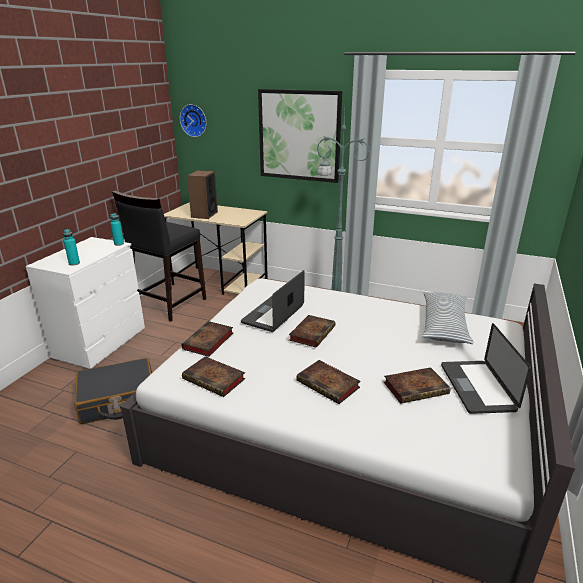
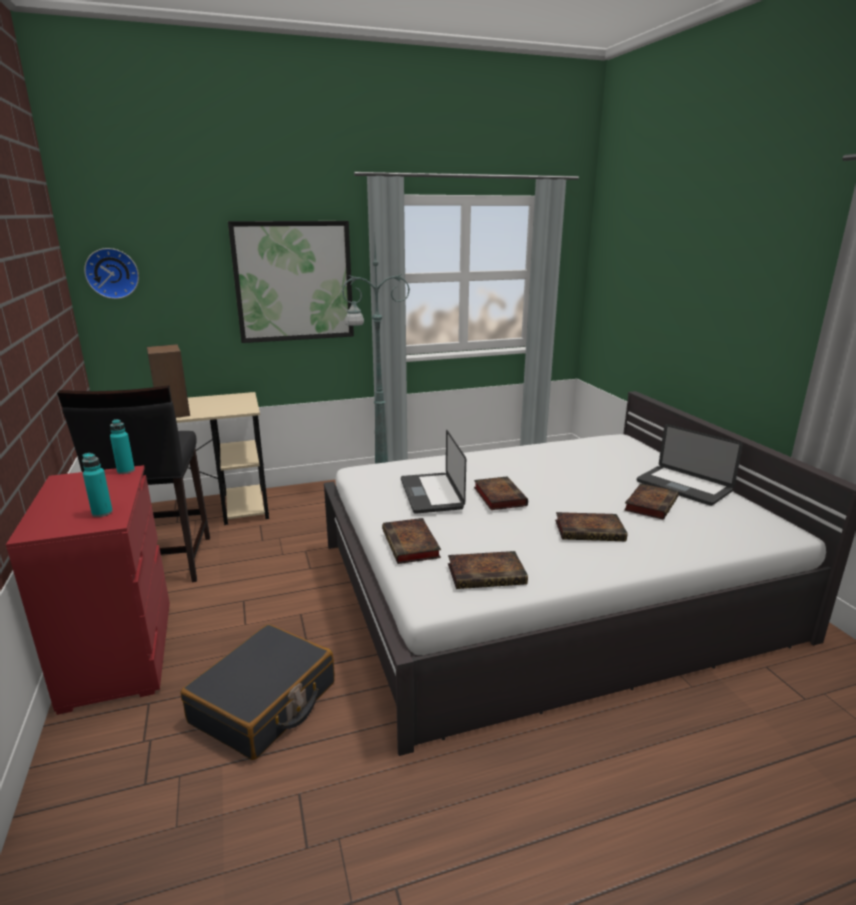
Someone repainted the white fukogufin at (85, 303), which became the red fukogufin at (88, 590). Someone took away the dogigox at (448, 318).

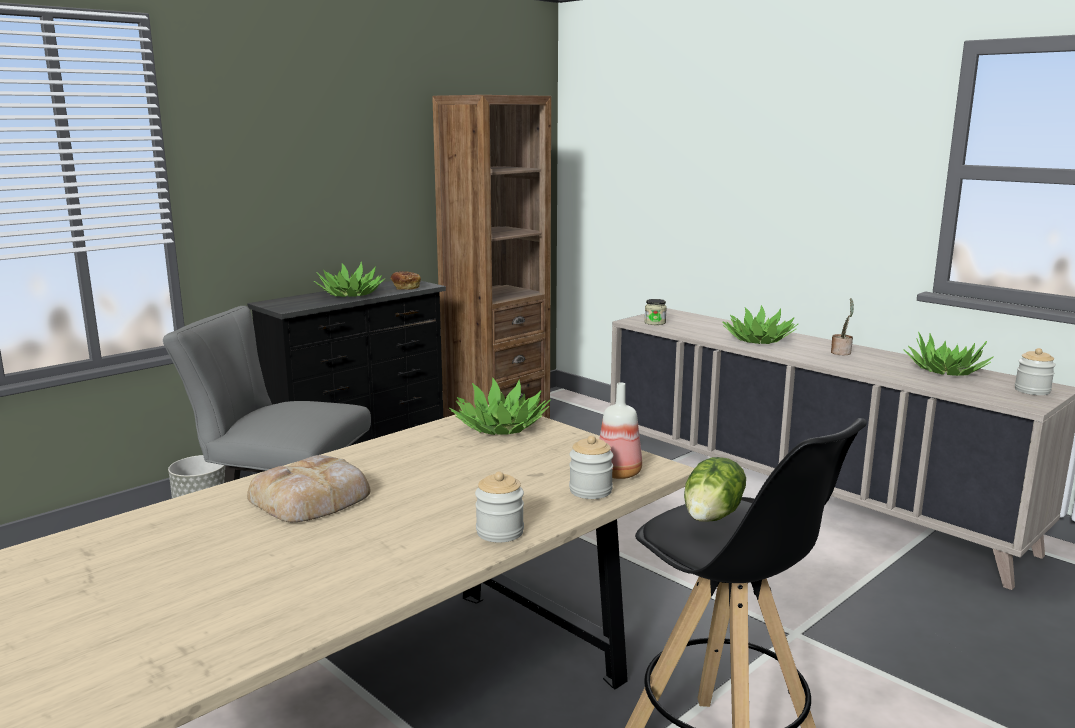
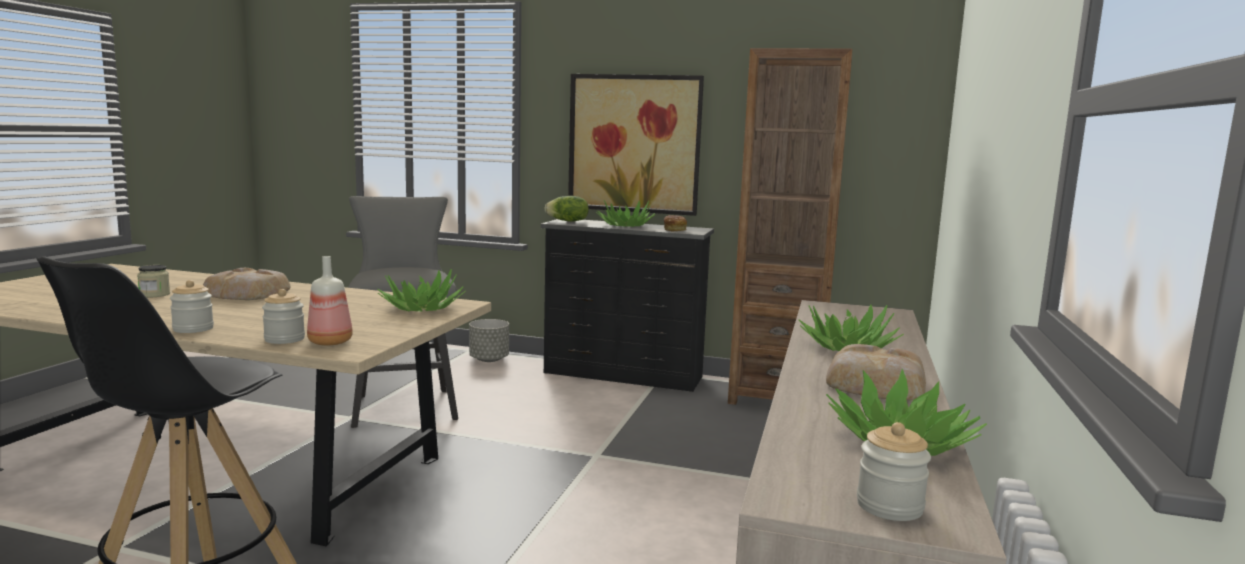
Someone carried the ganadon from (655, 312) to (153, 281). Someone carried the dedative from (715, 489) to (566, 209). Someone swapped the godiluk at (842, 326) for the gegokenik at (876, 372). Someone put up the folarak at (636, 145).

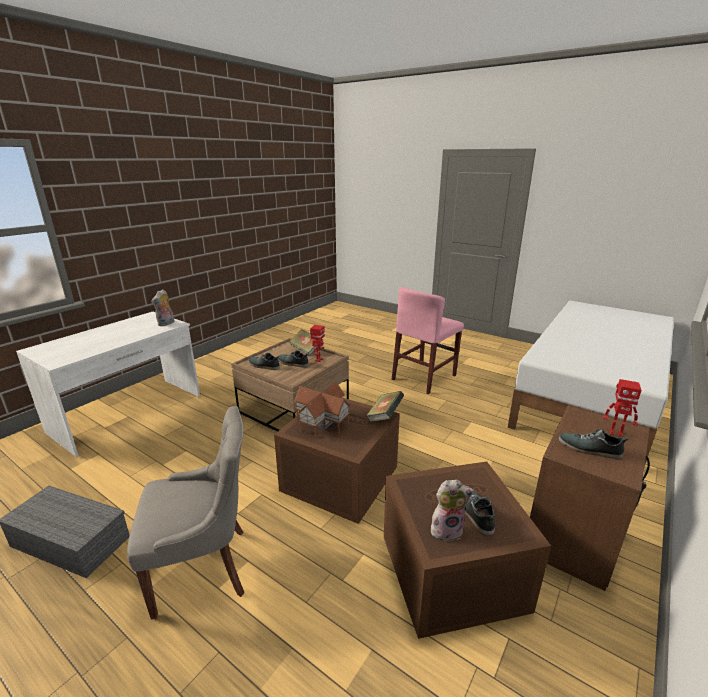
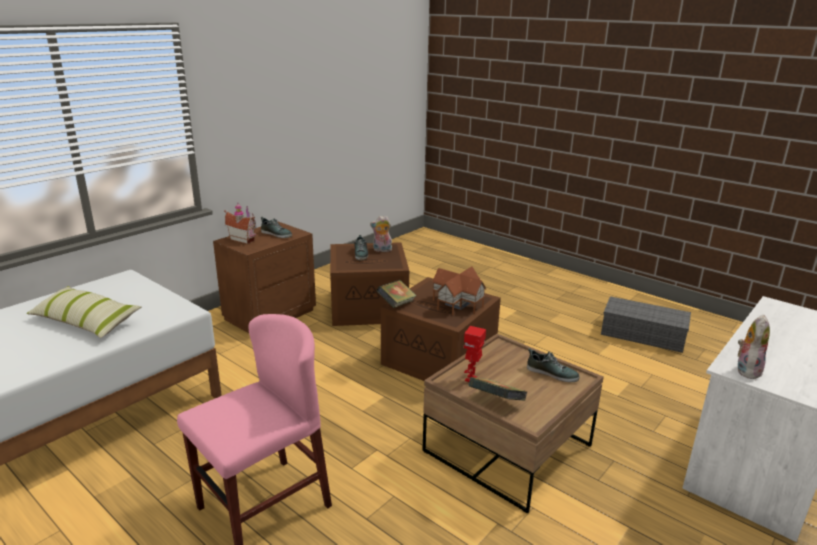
Someone took away the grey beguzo at (185, 513). Someone took away the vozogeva at (293, 359). Someone swapped the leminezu at (622, 408) for the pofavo at (240, 223). Someone put down the dogigox at (84, 312).

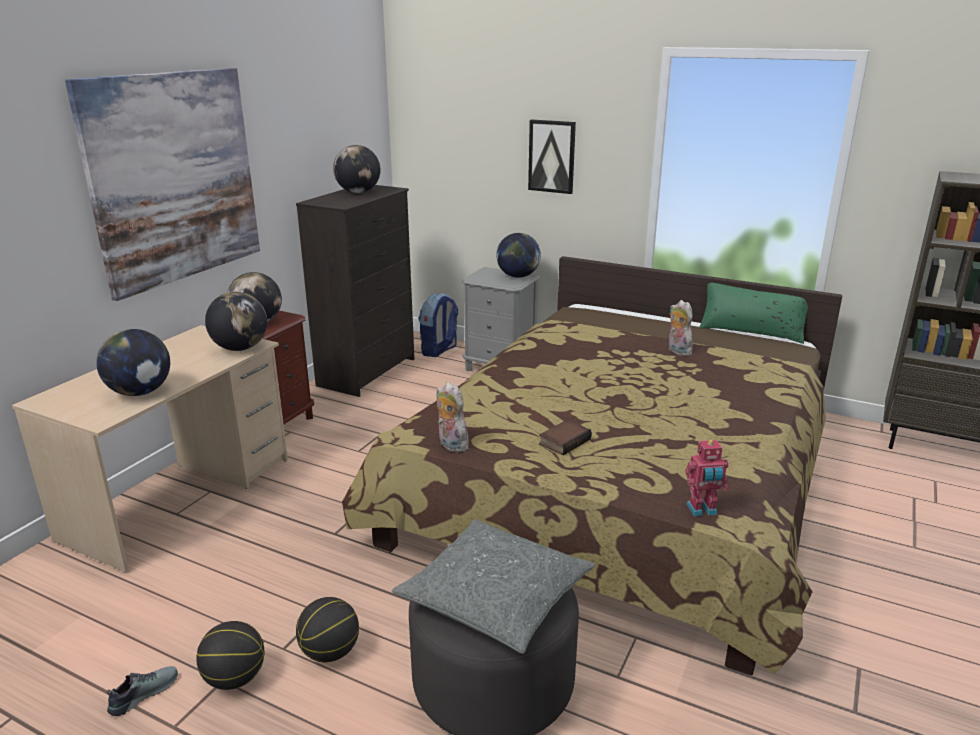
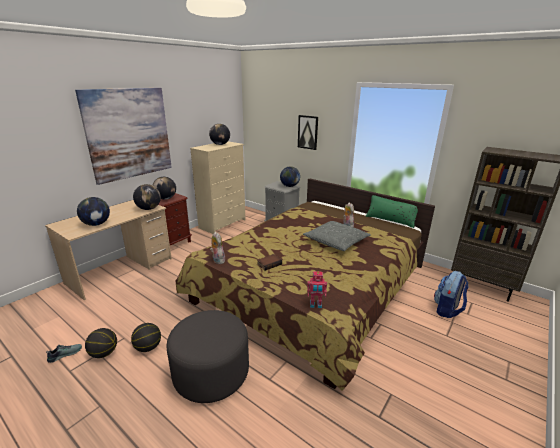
Someone repainted the black fukogufin at (355, 291), which became the beige fukogufin at (218, 187). Someone carried the grey dogigox from (493, 586) to (337, 236). Someone carried the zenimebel from (439, 325) to (451, 294).

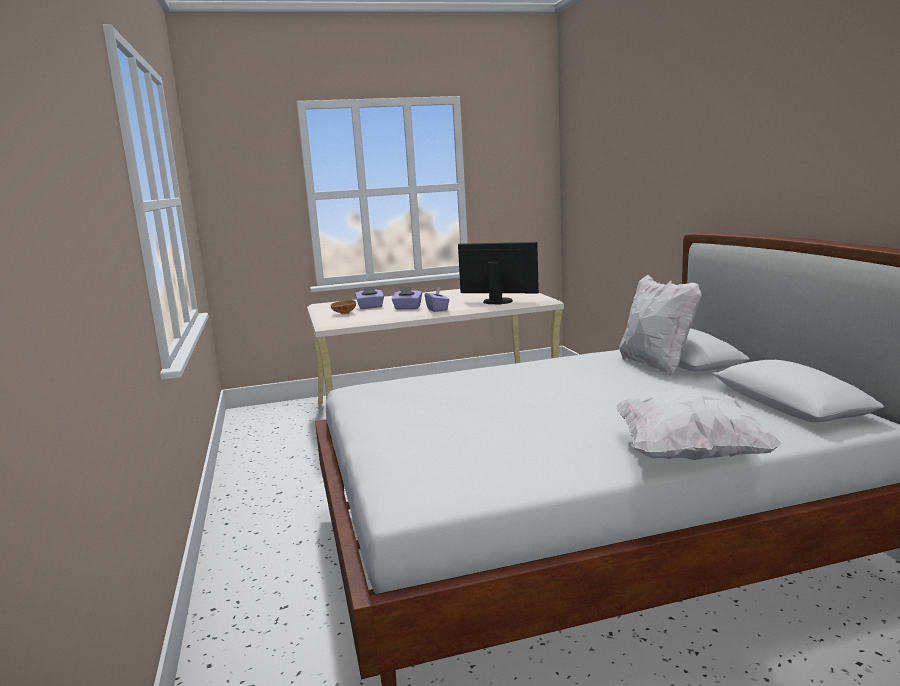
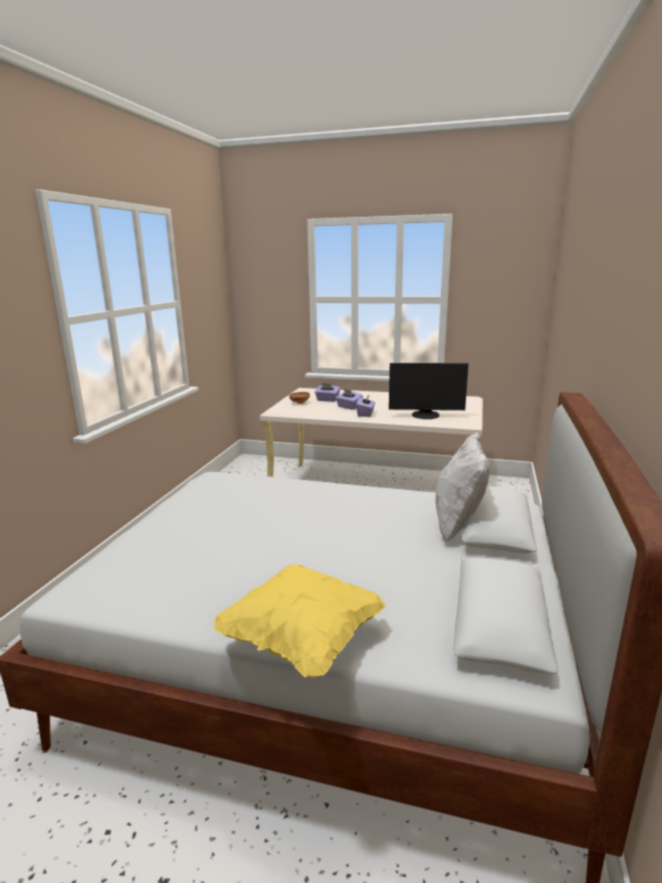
Someone rotated the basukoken at (498, 273) by 135 degrees clockwise. Someone repainted the white dogigox at (699, 424), which became the yellow dogigox at (299, 621).

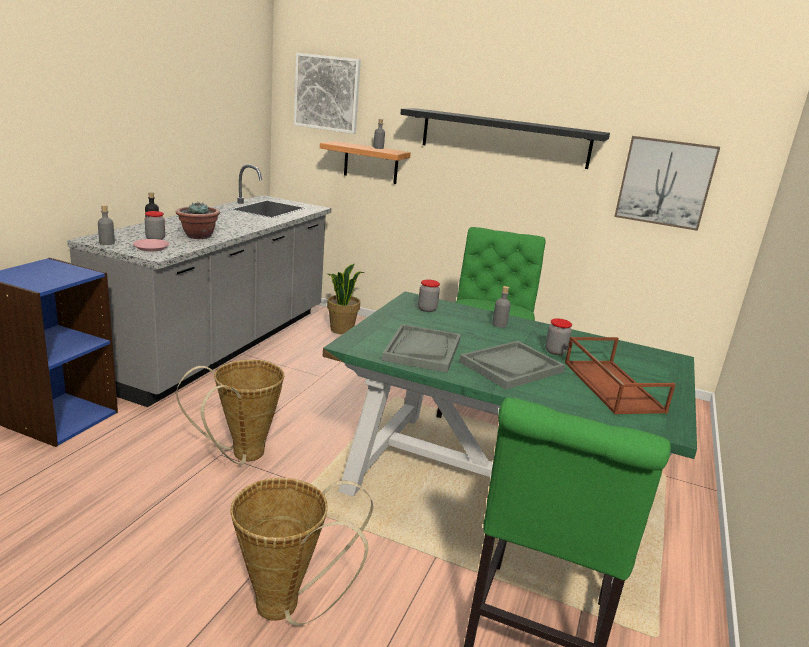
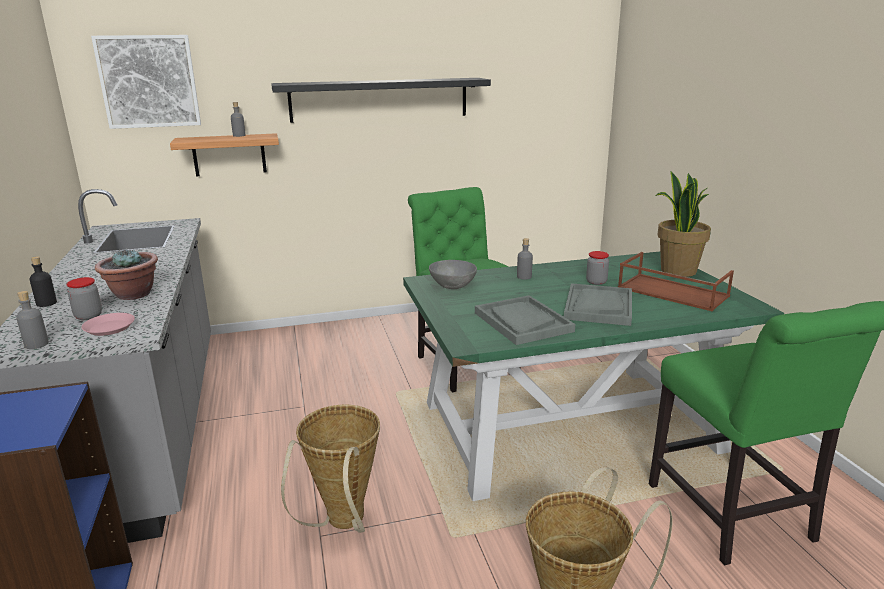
Someone carried the godiluk from (346, 299) to (683, 224). Someone swapped the ganadon at (429, 296) for the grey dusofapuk at (453, 274). Someone took away the folarak at (667, 183).

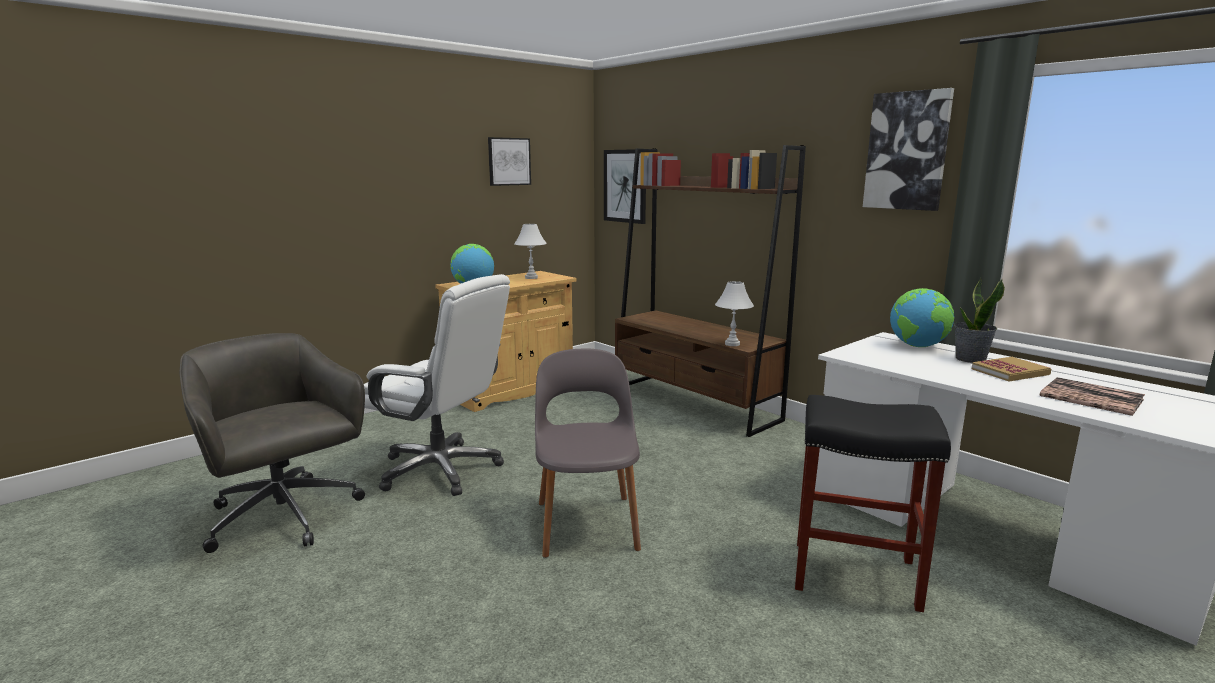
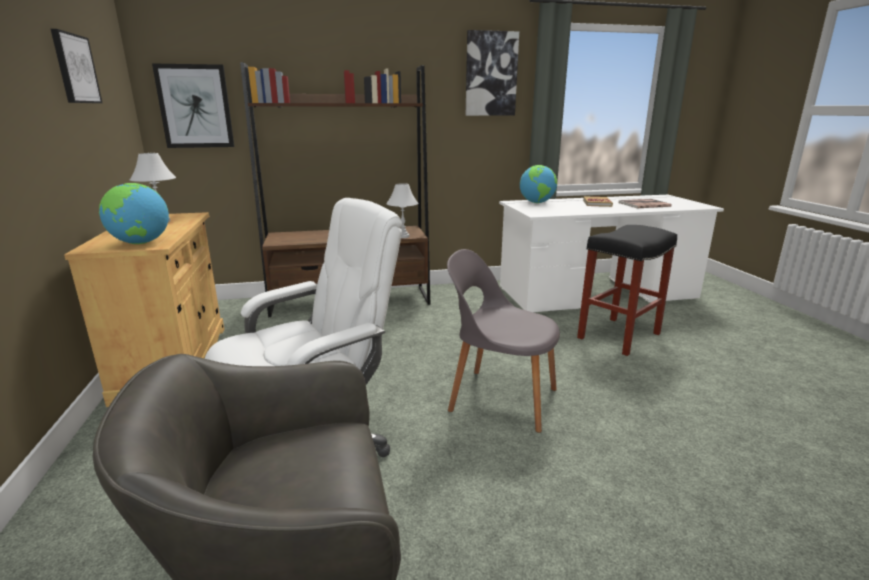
Someone took away the godiluk at (979, 320).

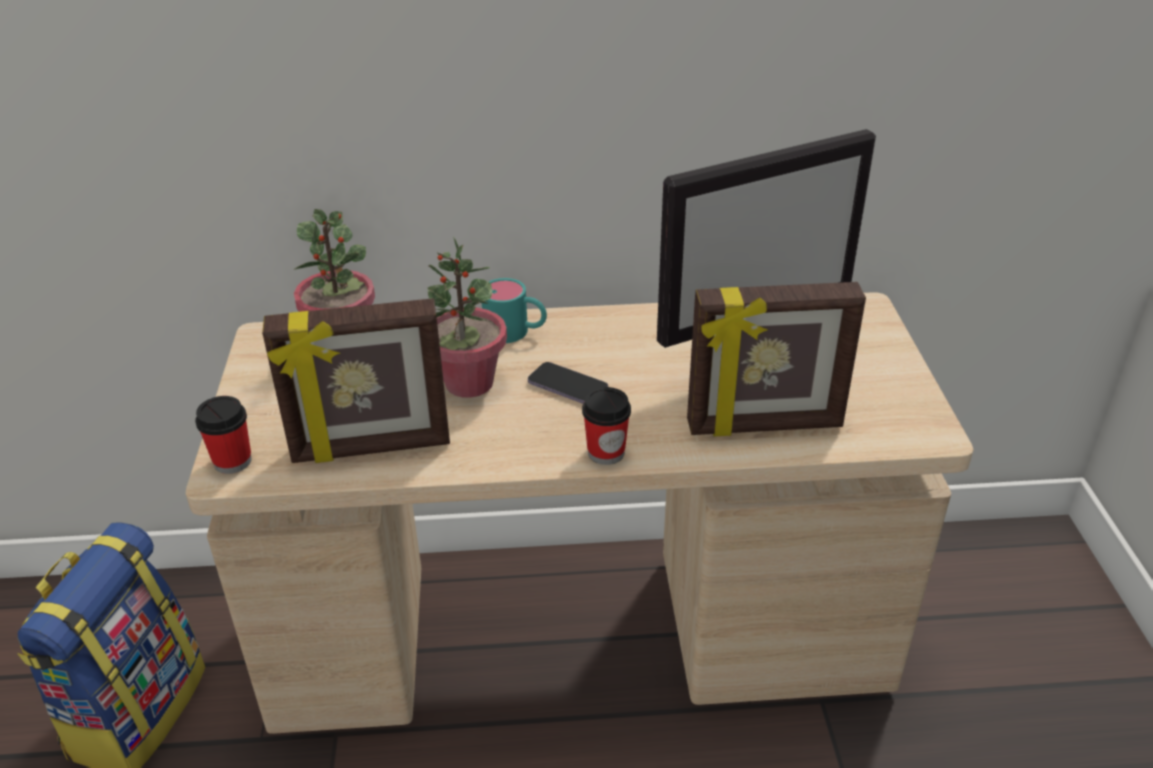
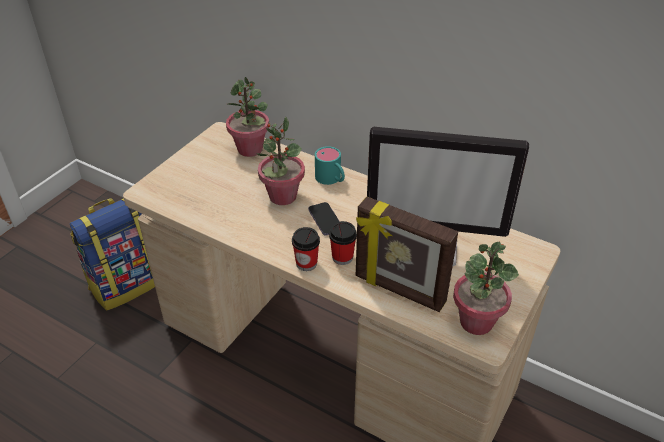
Someone carried the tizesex from (223, 435) to (343, 243). Someone took away the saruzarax at (356, 380). Someone put down the godiluk at (486, 288).

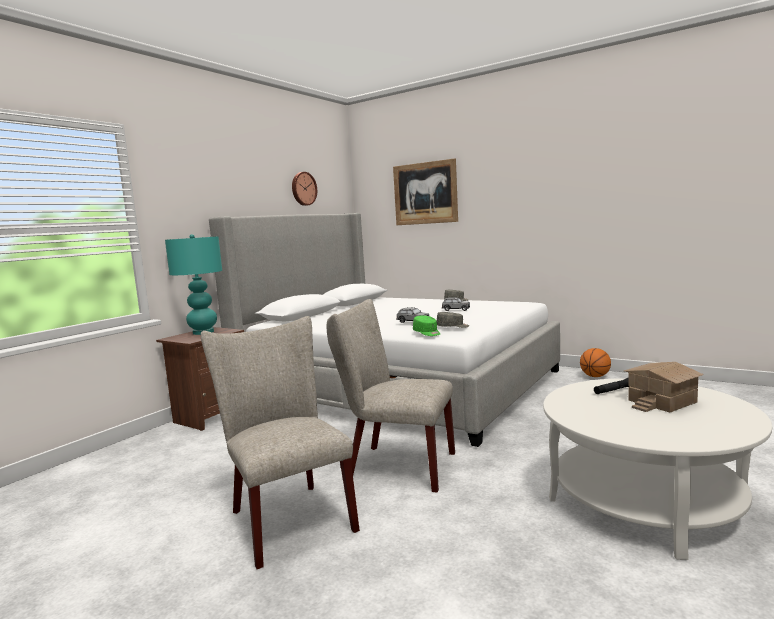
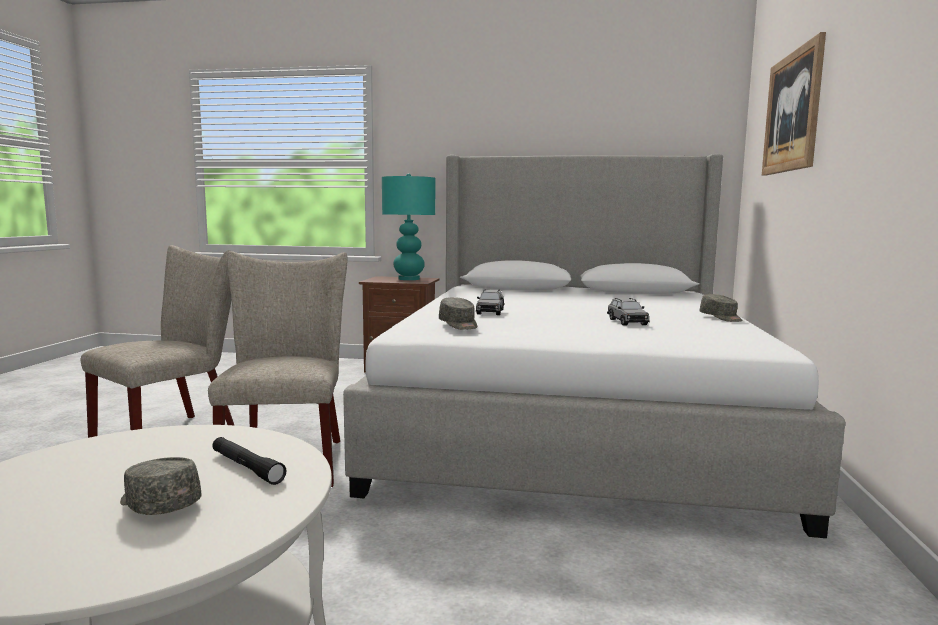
Someone took away the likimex at (304, 189). Someone took away the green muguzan at (426, 325). Someone took away the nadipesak at (595, 362). Someone swapped the pofavo at (664, 387) for the grey muguzan at (161, 486).

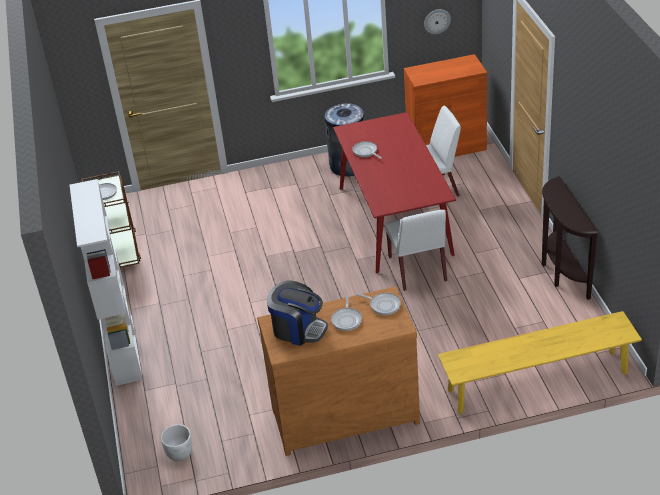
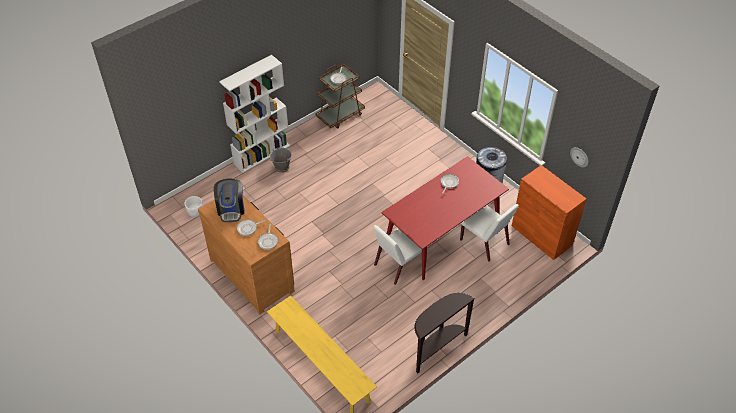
Someone put down the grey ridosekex at (281, 160).

